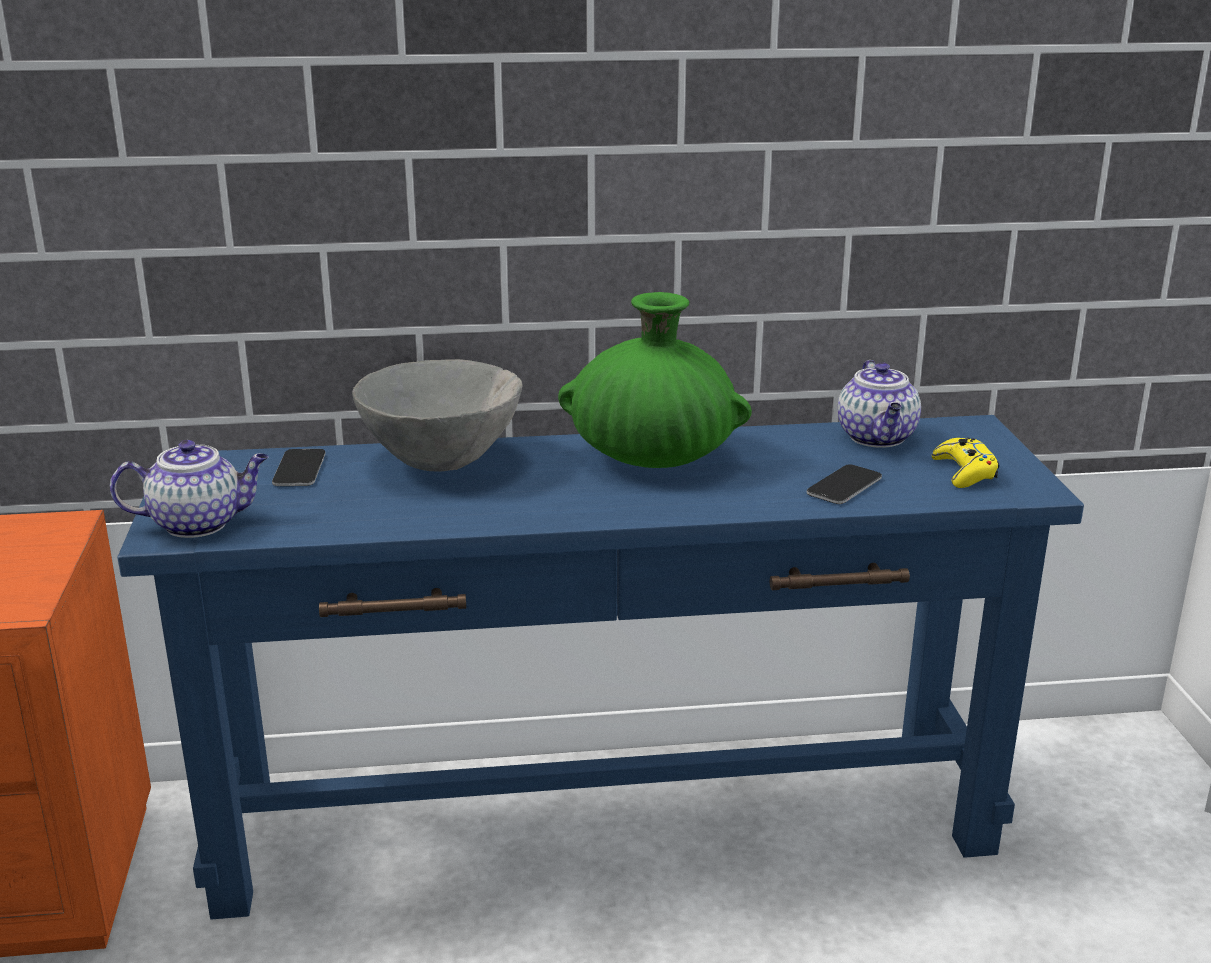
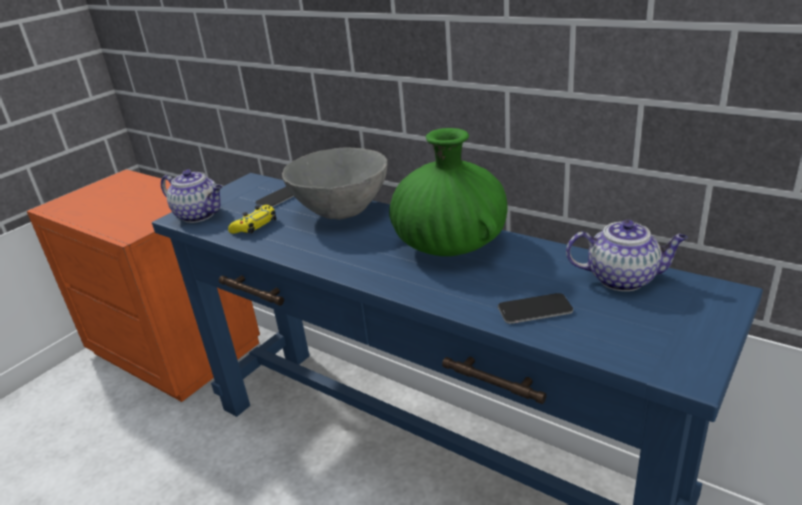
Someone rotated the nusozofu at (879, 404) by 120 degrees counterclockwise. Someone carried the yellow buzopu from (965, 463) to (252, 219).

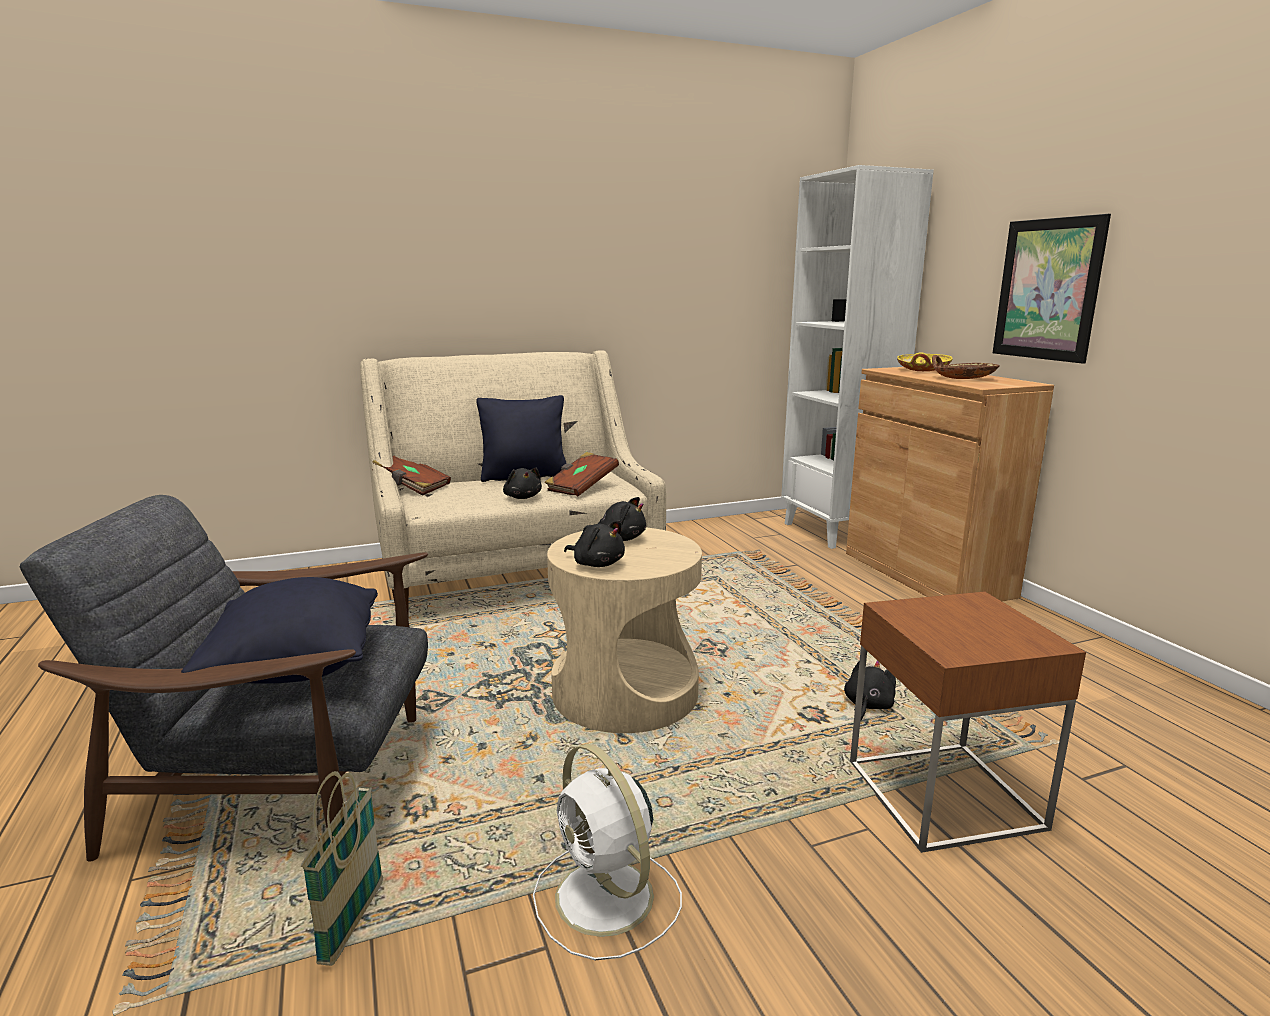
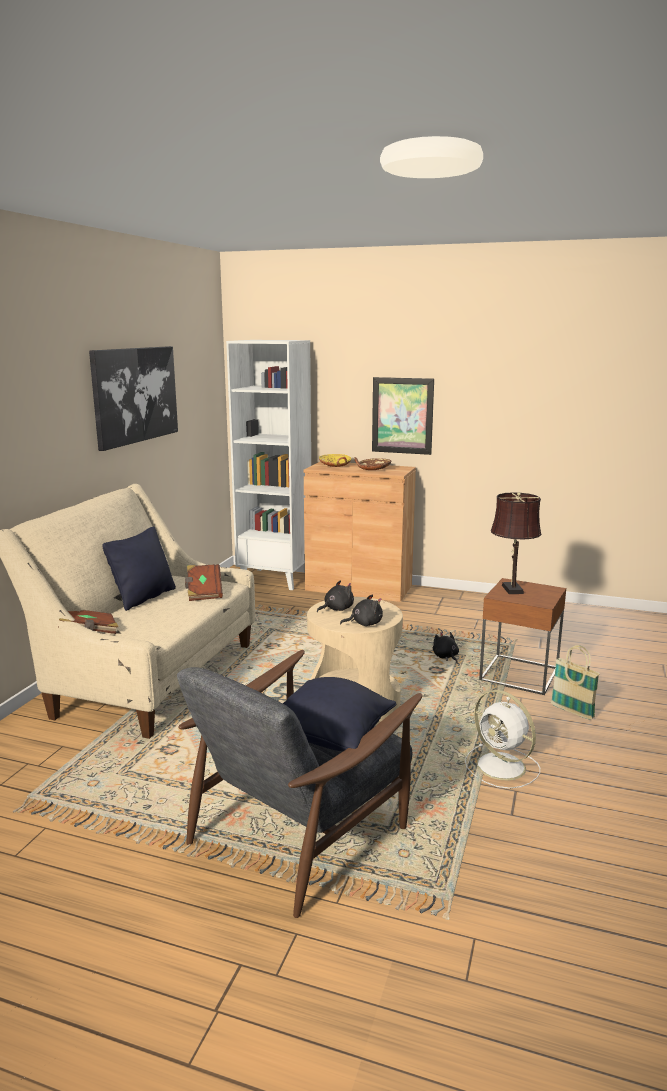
Someone carried the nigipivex from (342, 868) to (575, 682). Someone took away the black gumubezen at (522, 483). Someone rotated the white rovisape at (607, 852) by 45 degrees clockwise. Someone put up the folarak at (133, 398). Someone put down the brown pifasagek at (516, 543).

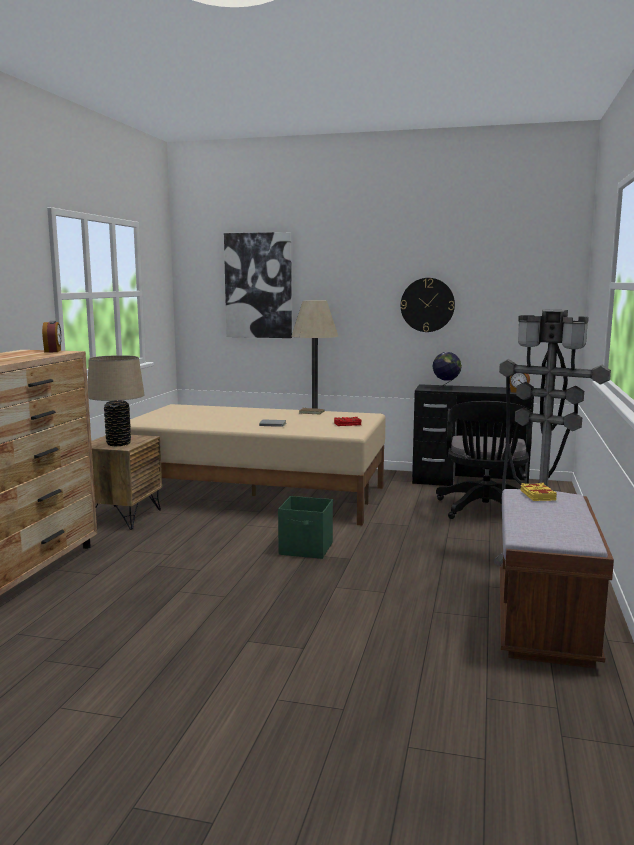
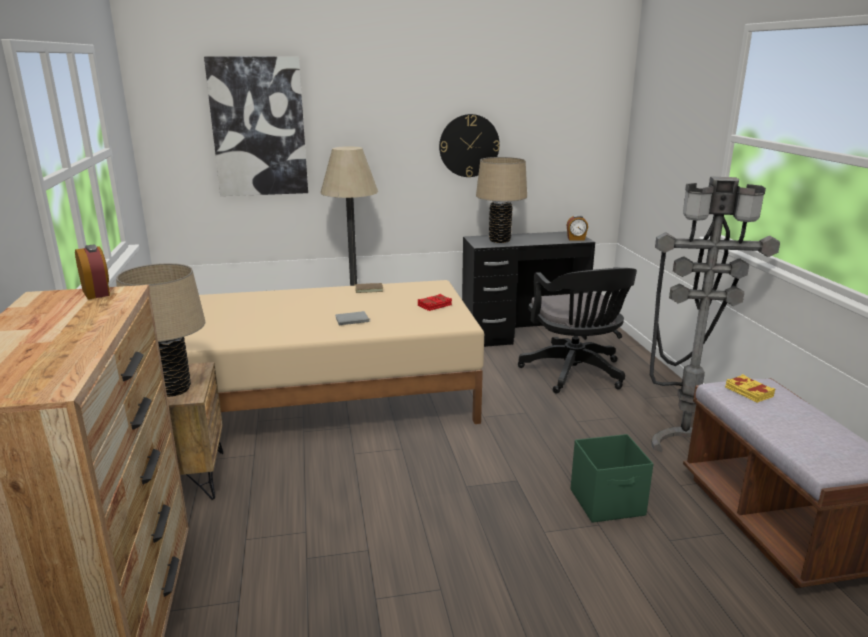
Someone carried the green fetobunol from (305, 527) to (612, 478). Someone swapped the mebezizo at (447, 370) for the beige pifasagek at (501, 200).

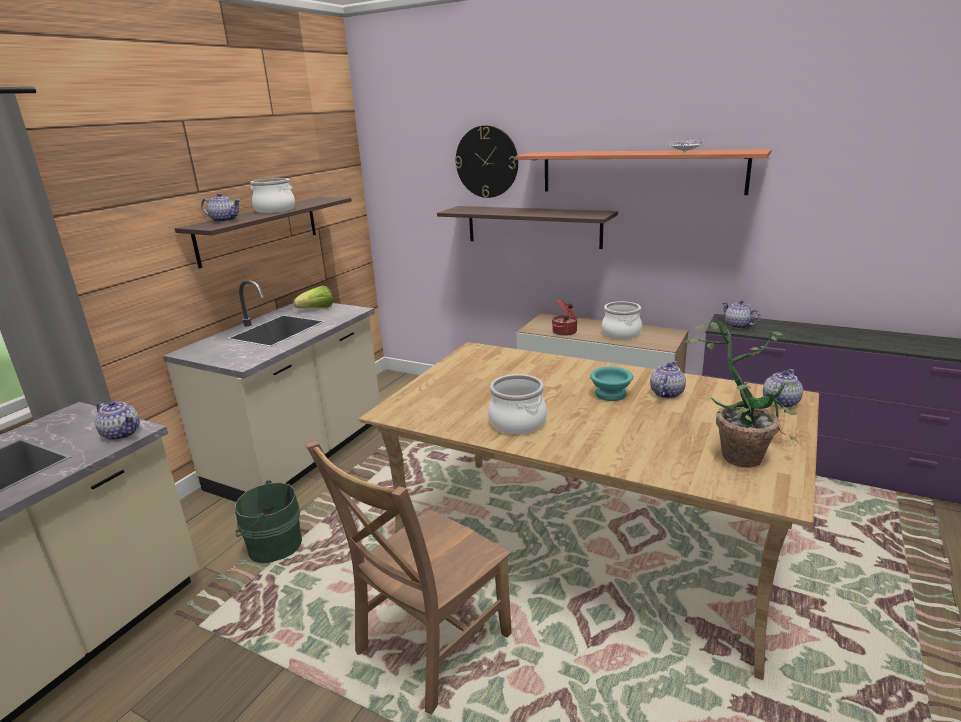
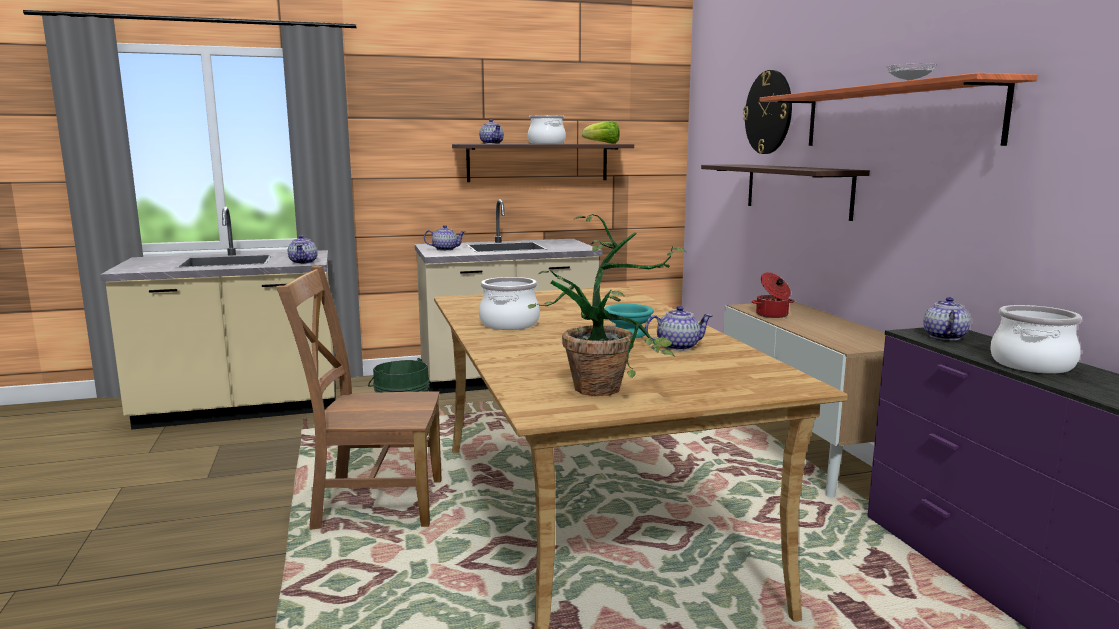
Someone carried the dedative from (313, 297) to (601, 132). Someone carried the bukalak from (622, 320) to (1036, 339). Someone carried the nusozofu from (783, 388) to (445, 238).

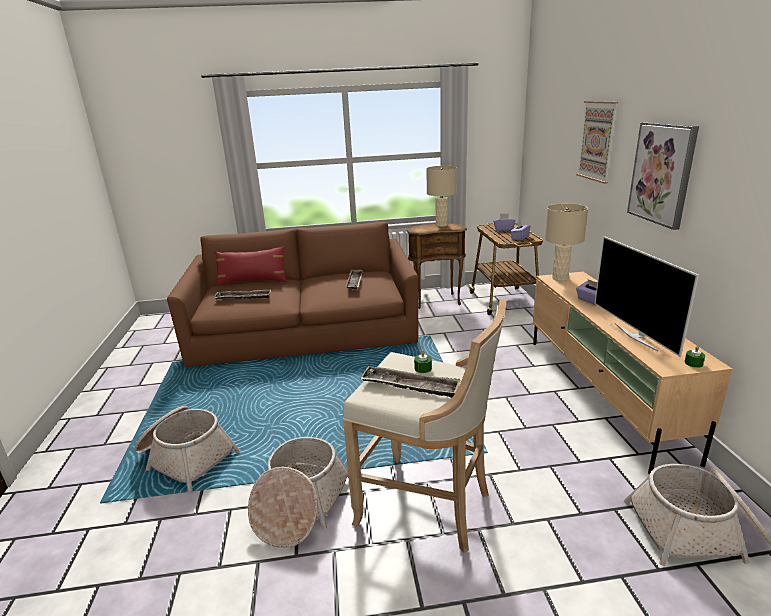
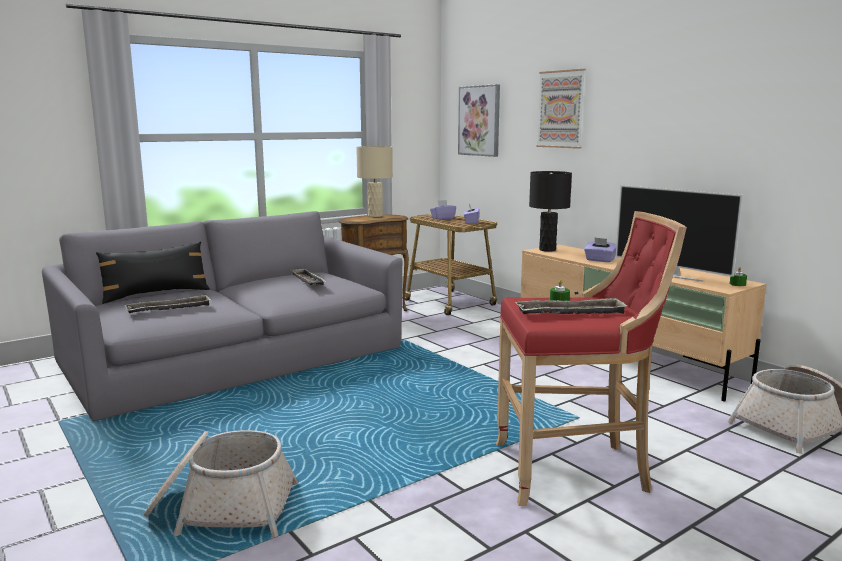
Someone repainted the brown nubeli at (293, 294), which became the grey nubeli at (222, 316). Someone repainted the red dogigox at (251, 266), which became the black dogigox at (152, 272). Someone took away the nigipivex at (298, 492). Someone repainted the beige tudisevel at (424, 425), which became the red tudisevel at (591, 358). Someone repainted the beige pifasagek at (566, 242), which became the black pifasagek at (550, 211). Someone carried the folarak from (663, 176) to (479, 120).

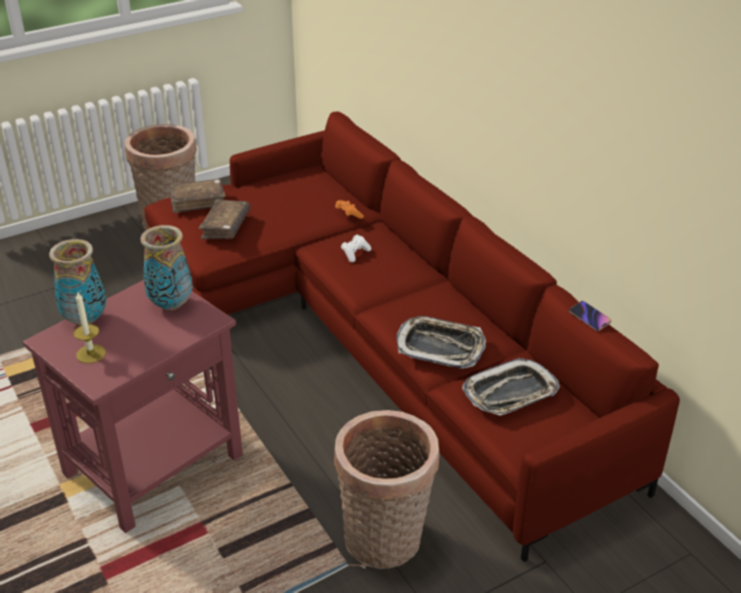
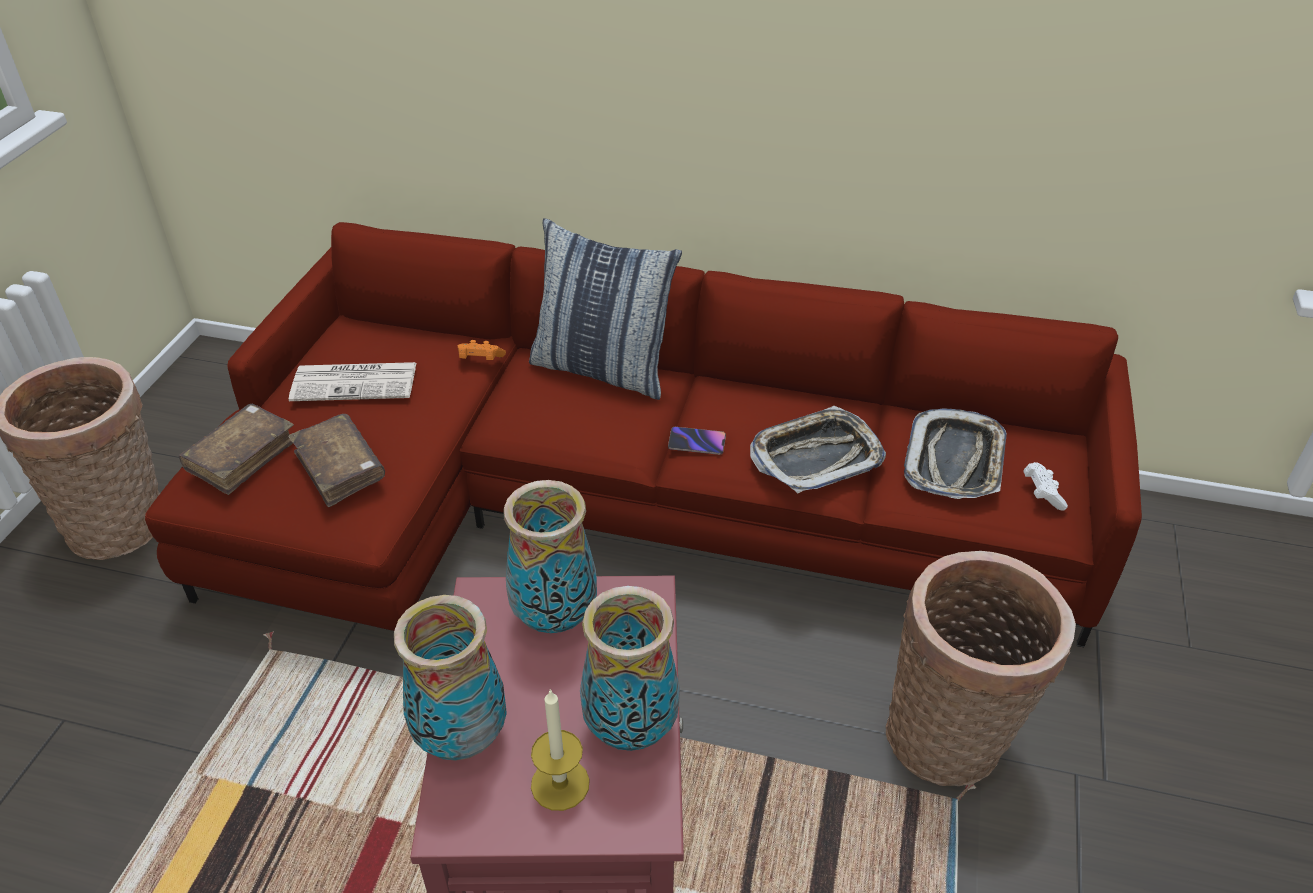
Someone carried the white buzopu from (356, 248) to (1045, 486). Someone carried the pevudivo from (590, 316) to (697, 441). Someone put down the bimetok at (352, 381). Someone put down the dogigox at (605, 309). Someone put down the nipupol at (630, 668).

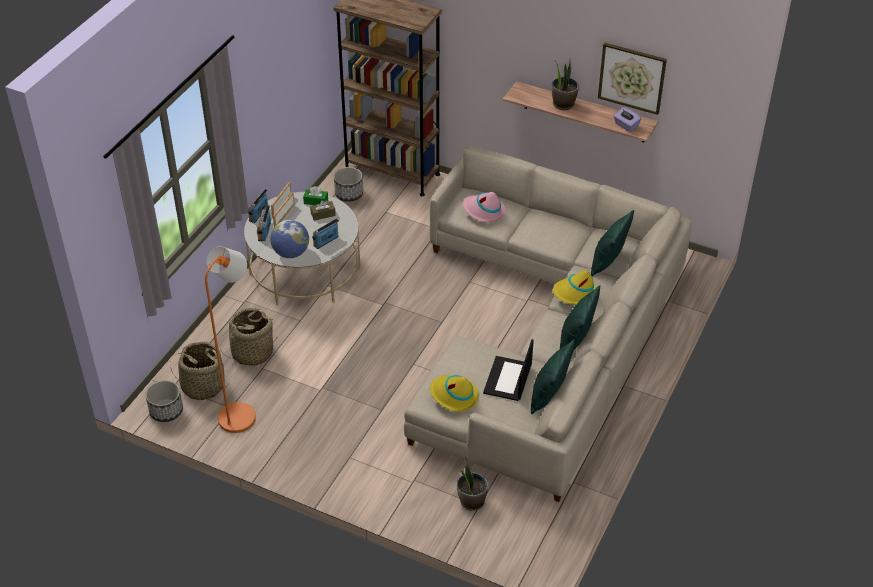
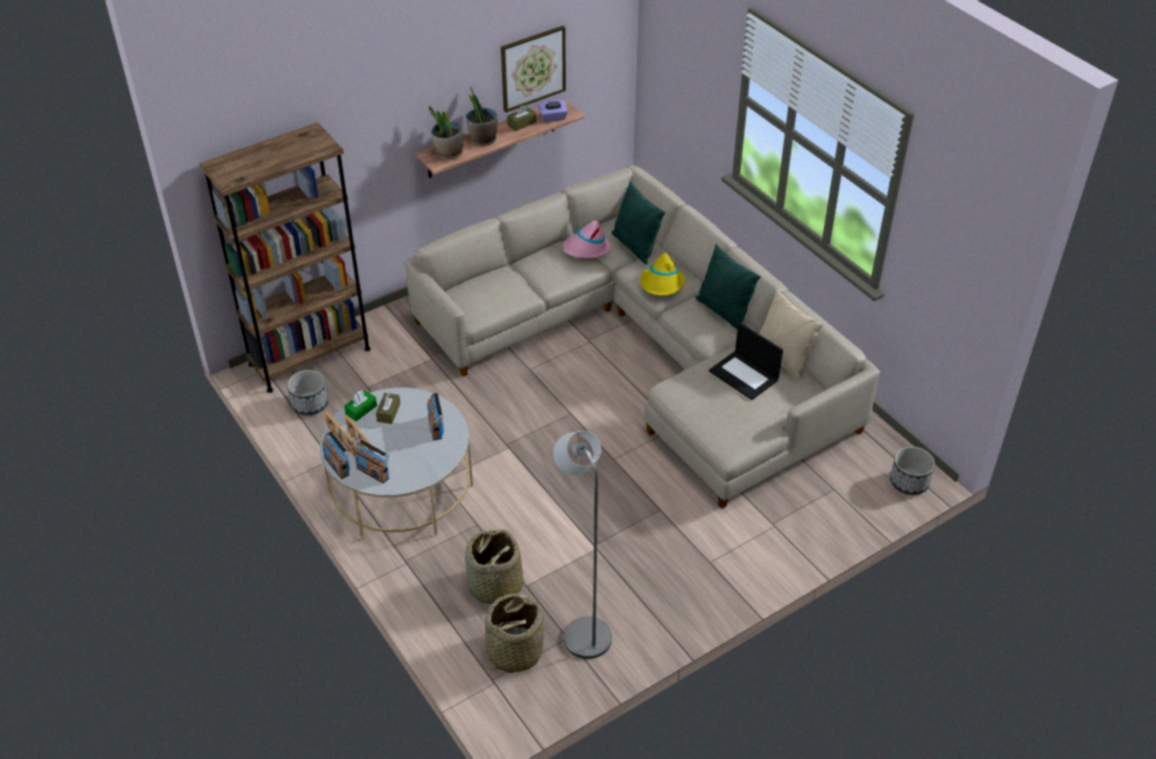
Someone carried the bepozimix from (164, 401) to (912, 471). Someone repainted the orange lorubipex at (230, 340), which became the grey lorubipex at (582, 545). Someone took away the mebezizo at (289, 239). Someone took away the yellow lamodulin at (454, 393). Someone carried the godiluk from (472, 484) to (446, 133). Someone carried the pink lamodulin from (484, 207) to (587, 239). Someone repainted the green dogigox at (552, 376), which became the beige dogigox at (791, 334). Someone put down the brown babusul at (521, 118).

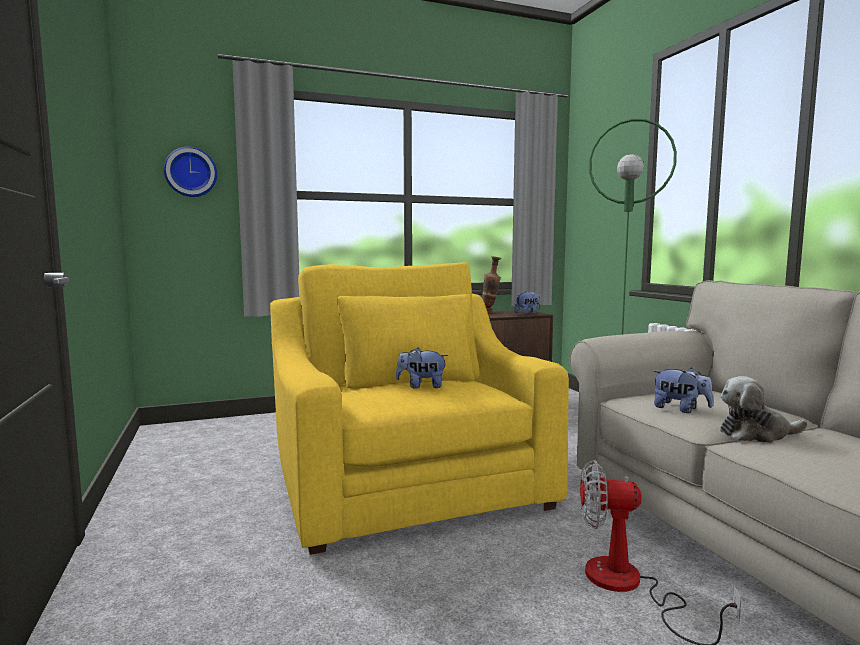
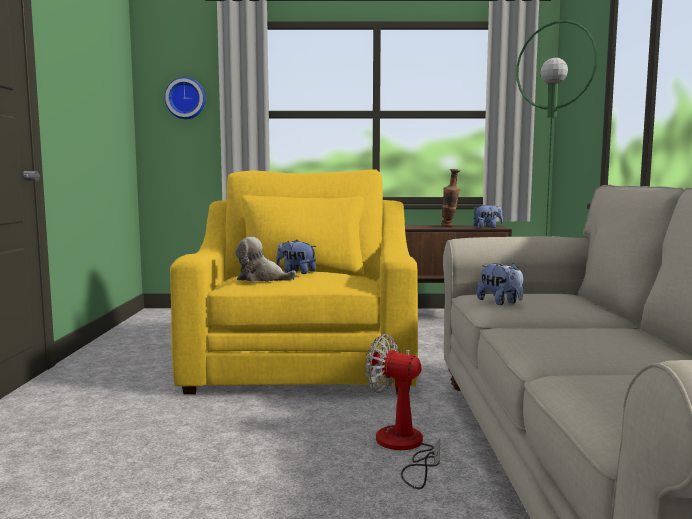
Someone carried the gumubezen from (764, 409) to (266, 259).

